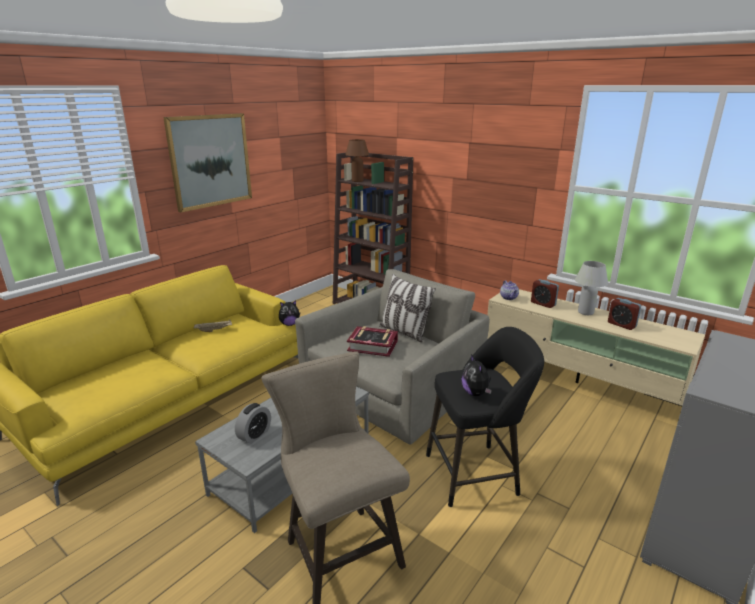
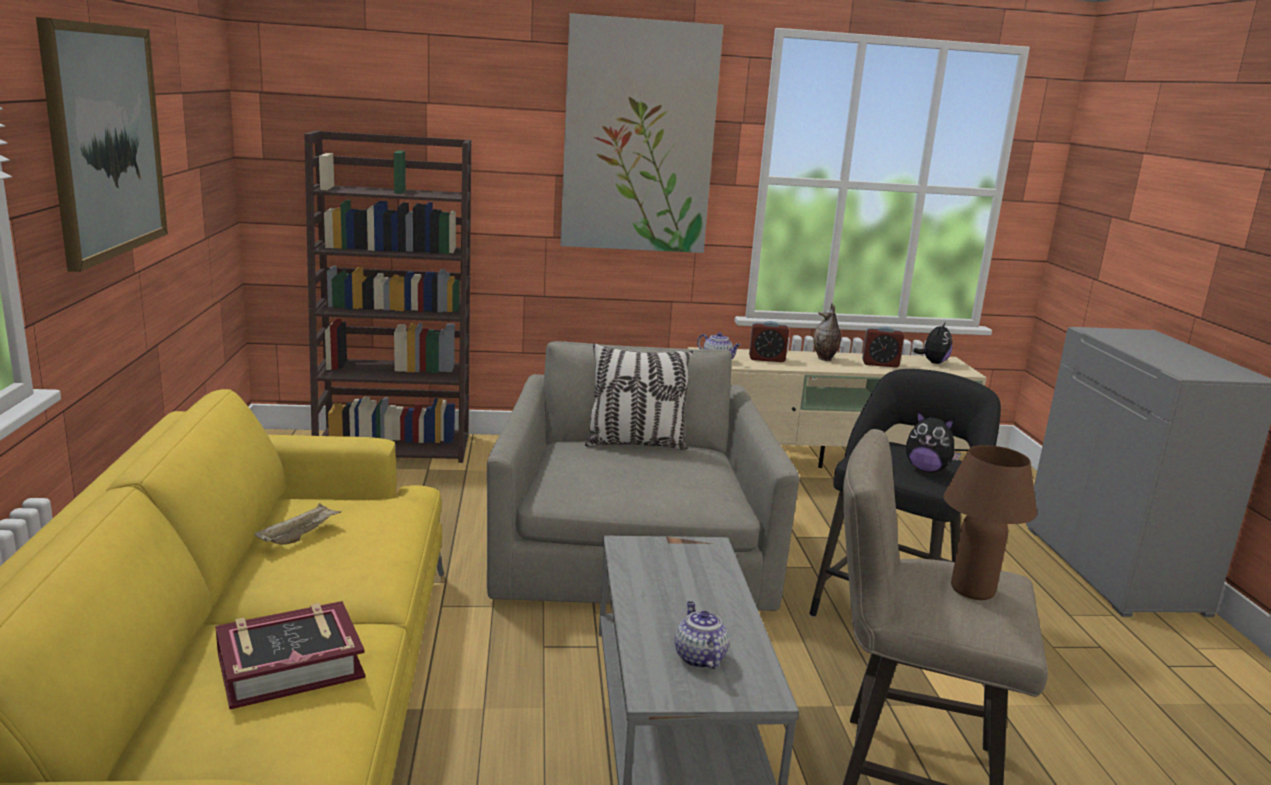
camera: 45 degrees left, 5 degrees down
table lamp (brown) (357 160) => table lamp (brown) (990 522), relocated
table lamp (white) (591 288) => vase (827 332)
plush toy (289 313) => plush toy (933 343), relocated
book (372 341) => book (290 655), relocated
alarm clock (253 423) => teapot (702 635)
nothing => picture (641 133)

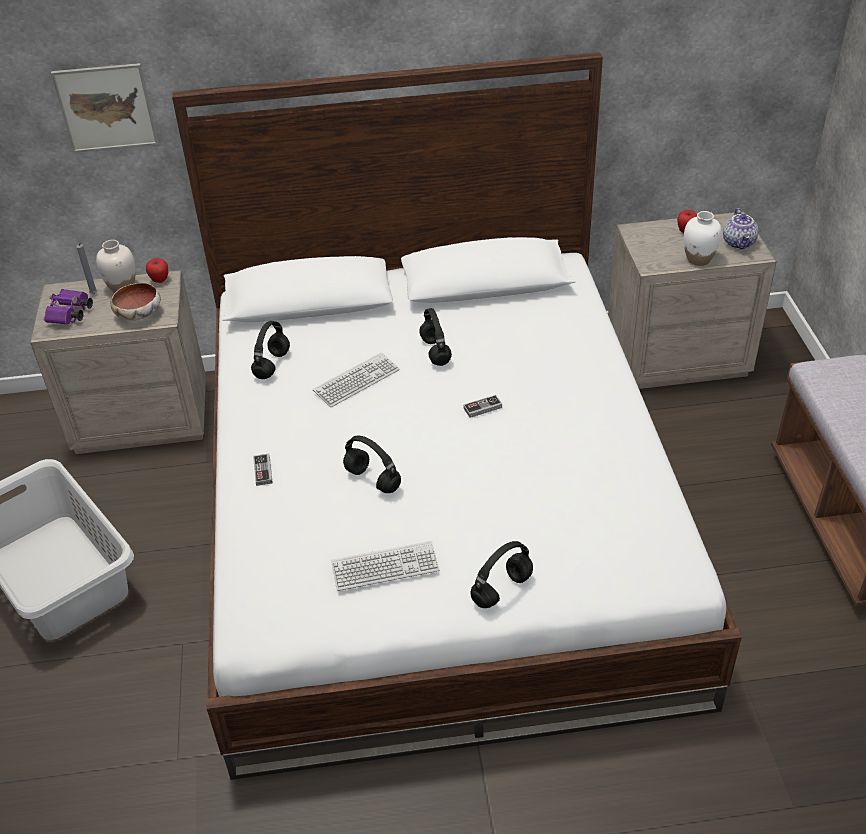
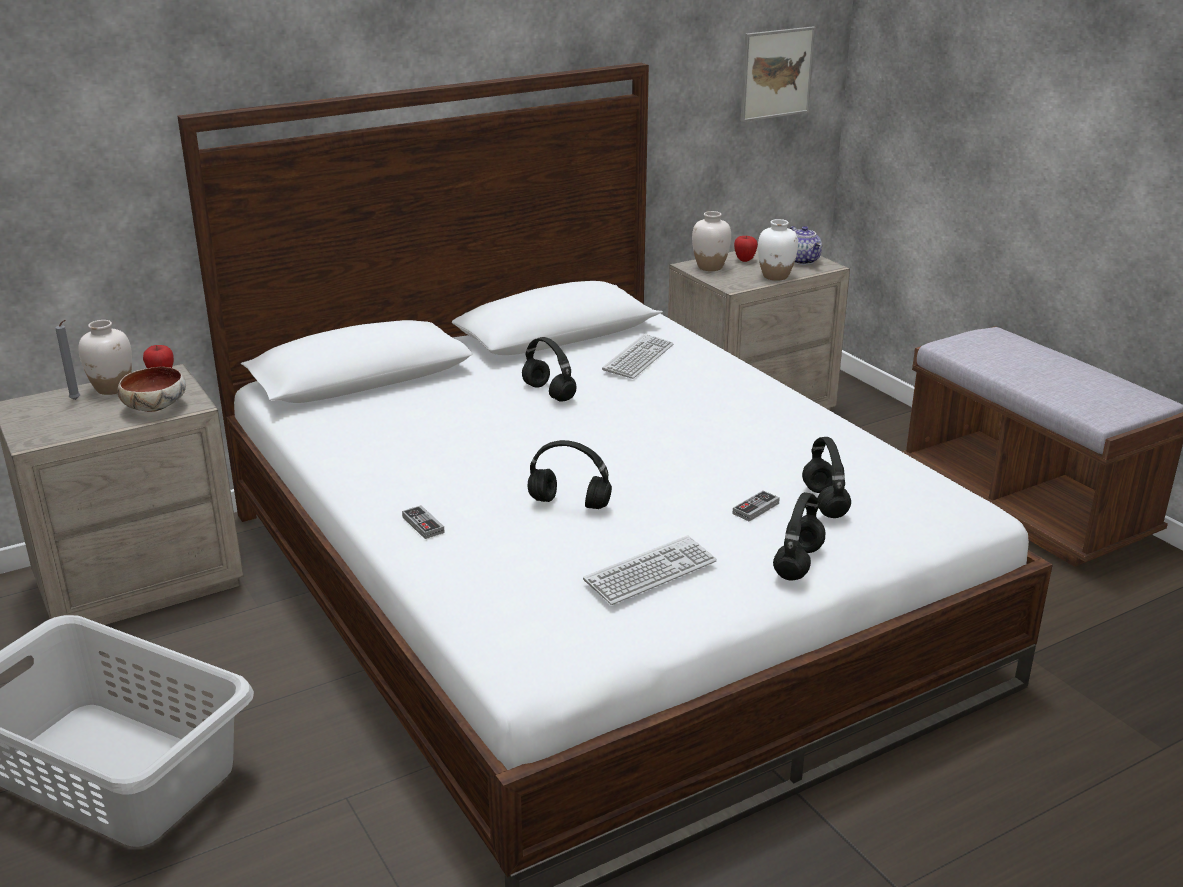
camera: 25 degrees left, 15 degrees down
picture (104 108) => picture (778 74), relocated
binoculars (purple) (68 307) => nothing
headphones (black) (270 350) => headphones (black) (826 477), relocated
keyboard (356 379) => keyboard (638 356), relocated
game controller (482 406) => game controller (756 506), relocated
nothing => vase (white) (711 241)

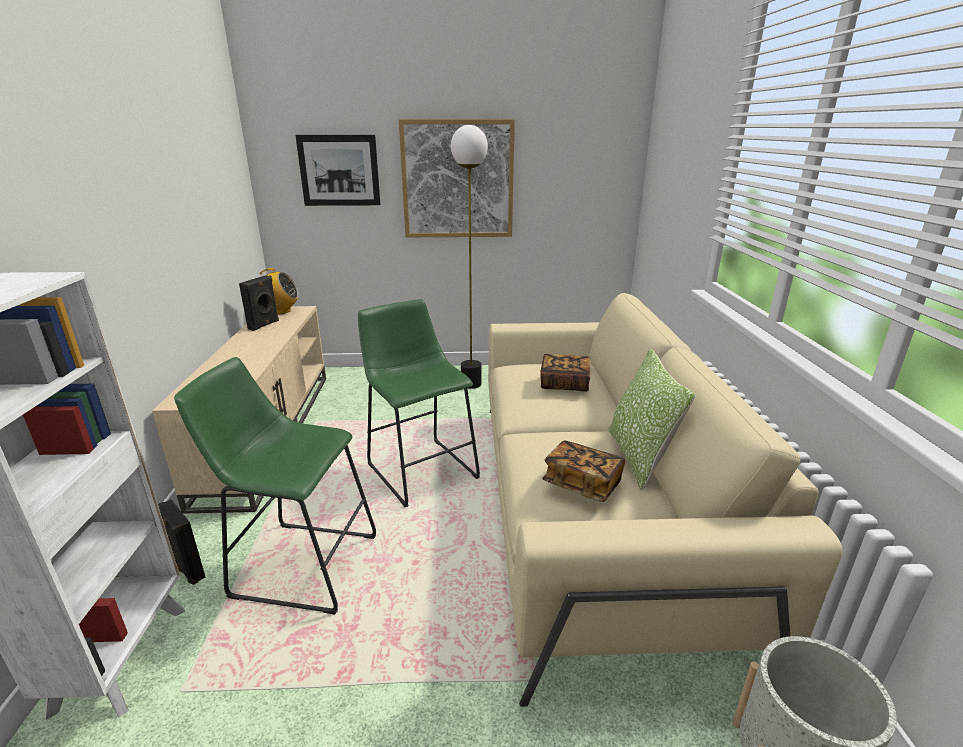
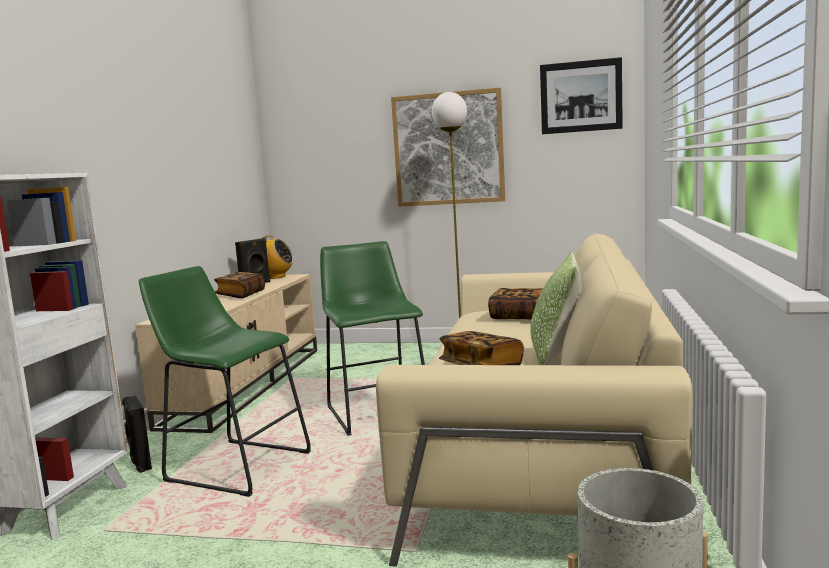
camera: 15 degrees right, 15 degrees down
picture (337 170) => picture (581 95), relocated
nothing => book (239 285)

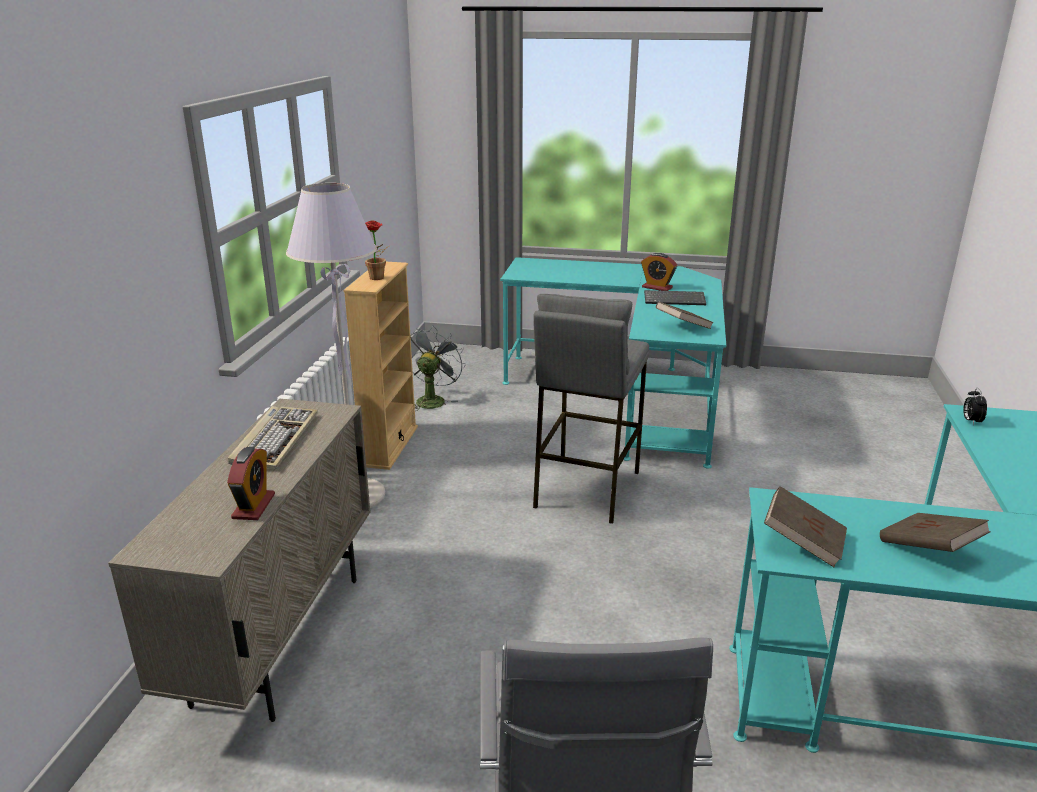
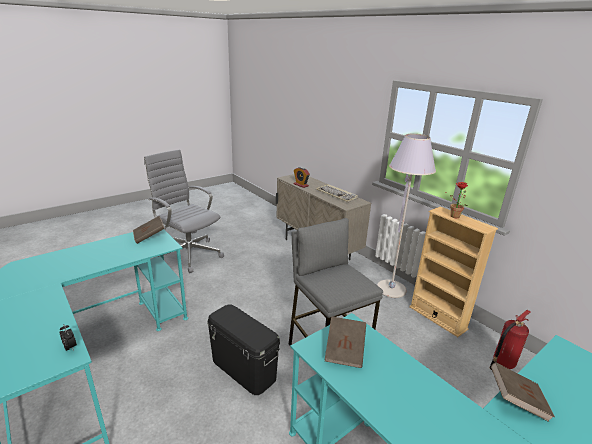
camera: 130 degrees right, 0 degrees up
alarm clock (659 272) => nothing
keyboard (675 297) => nothing
fan (grey) (438 368) => fire extinguisher (510 340)
book (brown) (935 532) => book (brown) (523 392), relocated
nothing => storage box (black) (243 349)

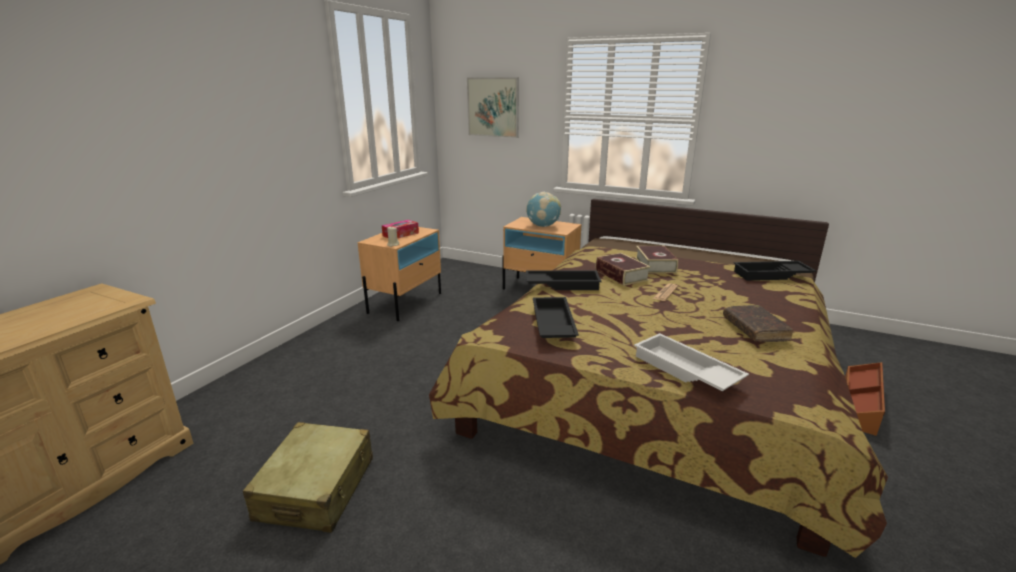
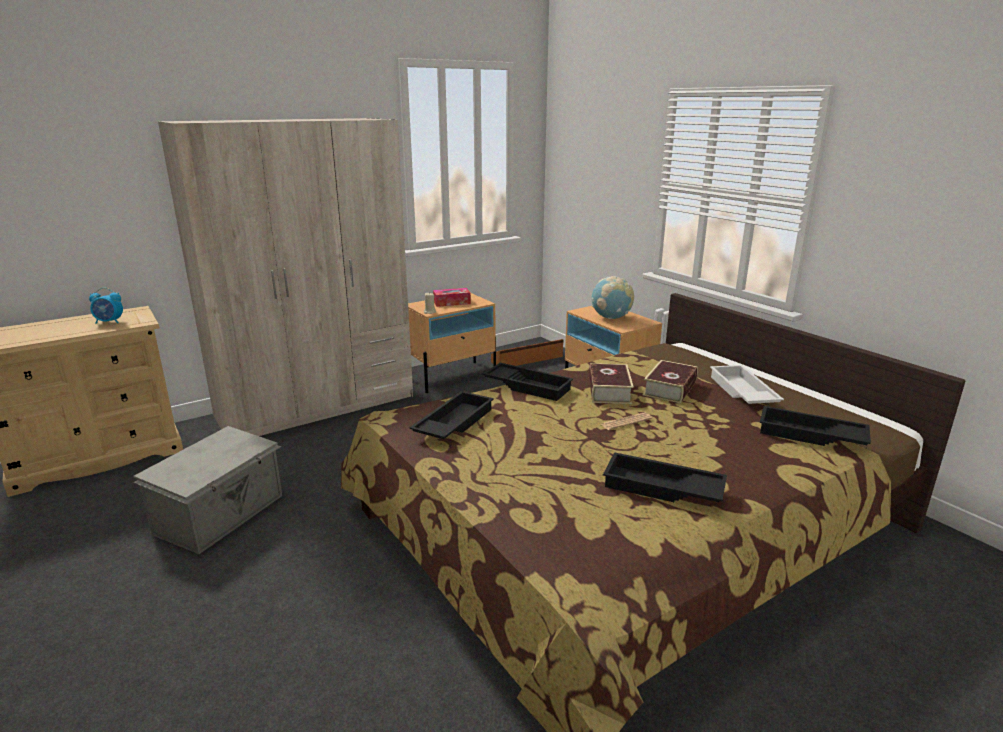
camera: 30 degrees right, 0 degrees up
picture (493 107) => nothing
book (brown) (758 323) => tray (black) (665 477)
tray (white) (691 362) => tray (white) (747 384), relocated
storage box (brown) (865 399) => storage box (brown) (527 352), relocated
suitcase (beige) (308 477) => storage box (grey) (207 490)
nothing => wardrobe (beige) (285 277)
nothing => alarm clock (106 306)

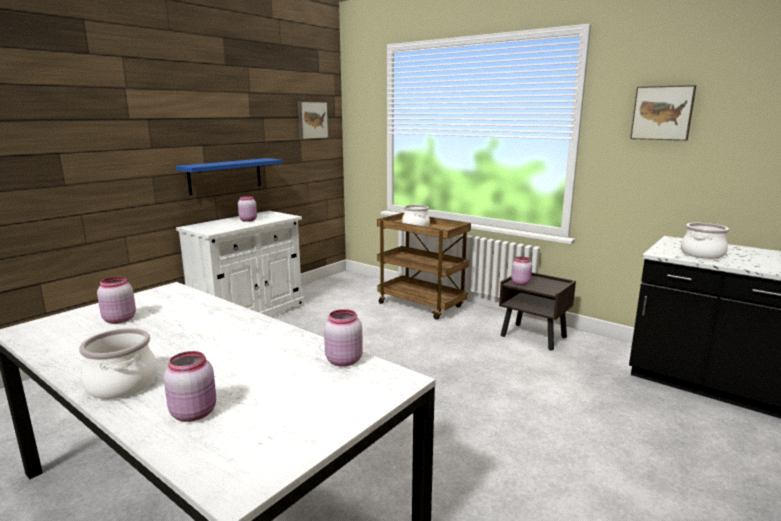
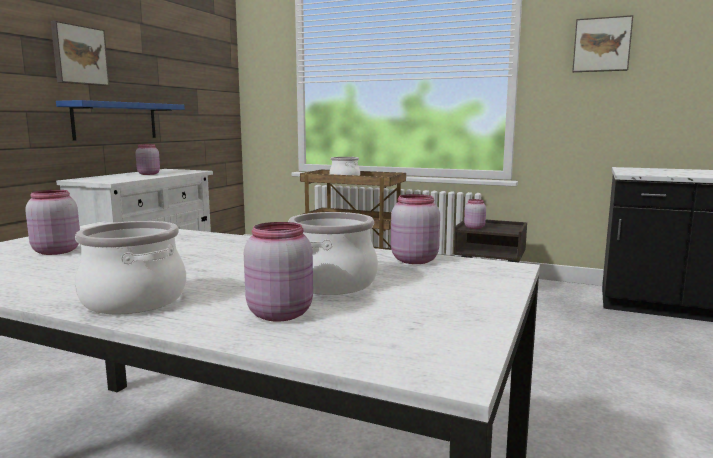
camera: 15 degrees left, 5 degrees down
picture (313 120) => picture (80 53), relocated
cooking pot (705 241) => cooking pot (333 253), relocated

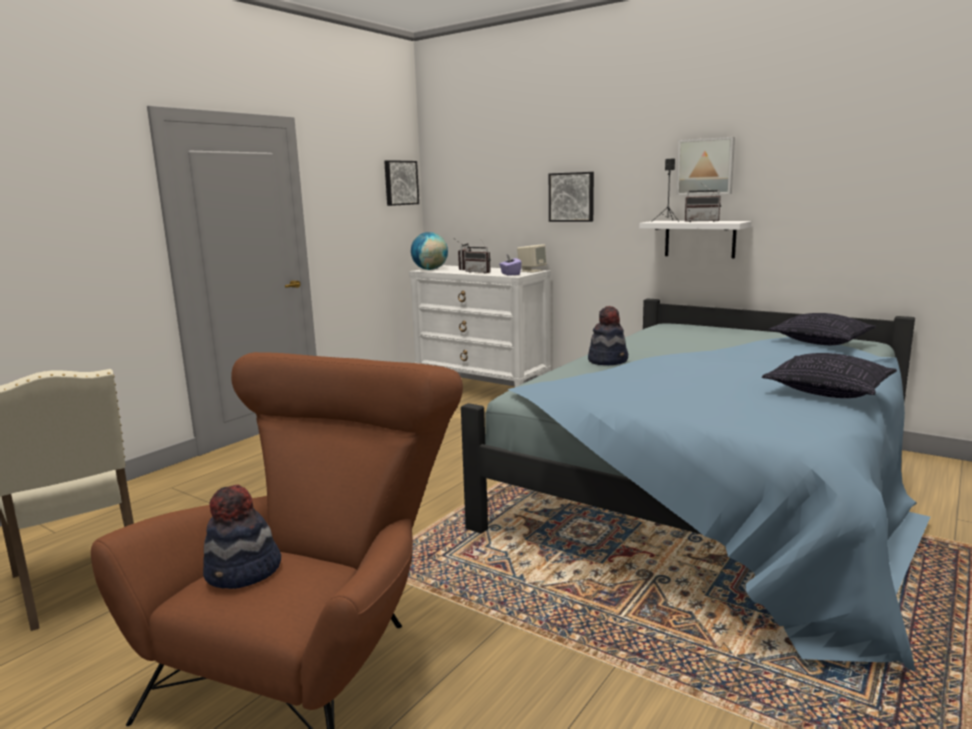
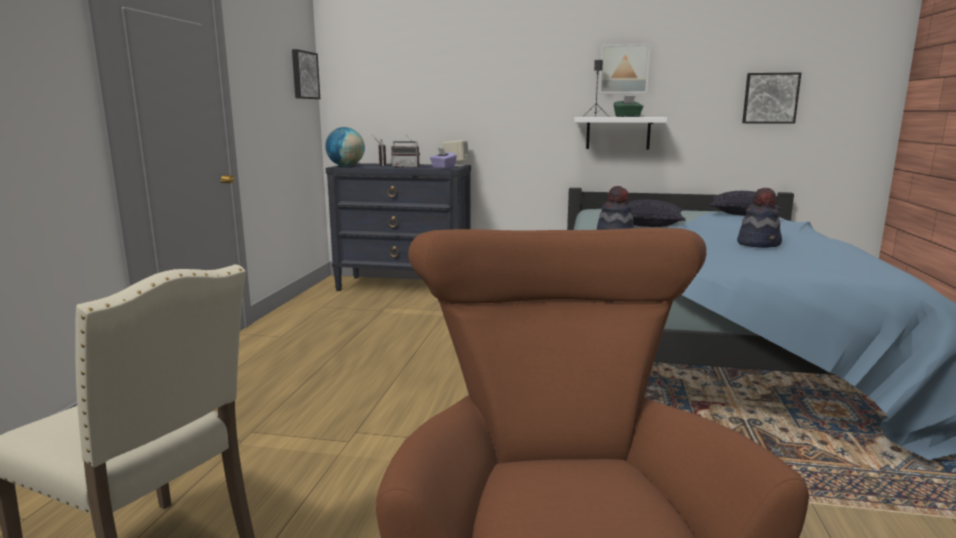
camera: 25 degrees left, 0 degrees up
picture (571 197) => picture (771 98), relocated
radio (703 202) => tissue box (green) (628 106)
dresser (white) (480 326) => dresser (black) (398 227)
pillow (829 375) => pillow (657 213), relocated
hat (242 536) => hat (759 218), relocated

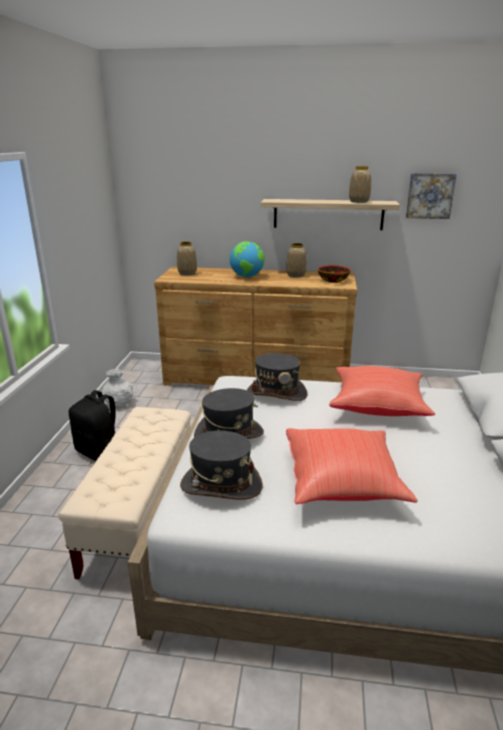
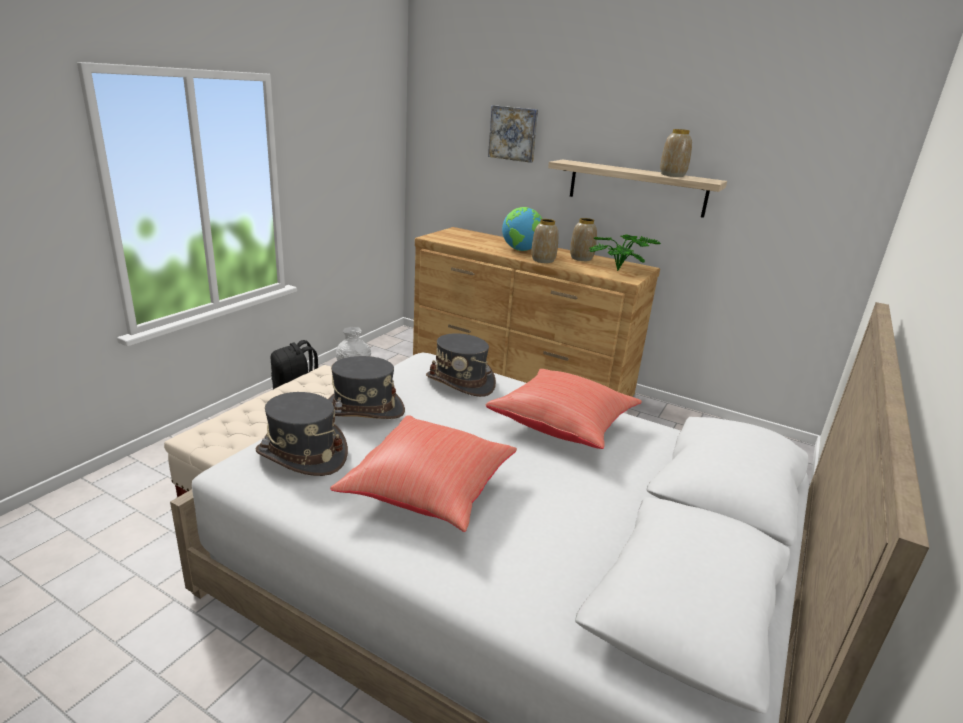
camera: 20 degrees right, 0 degrees up
picture (431 196) => picture (513 134), relocated
vase (187 259) => vase (545 241), relocated
bowl (334 274) => potted plant (624 252)

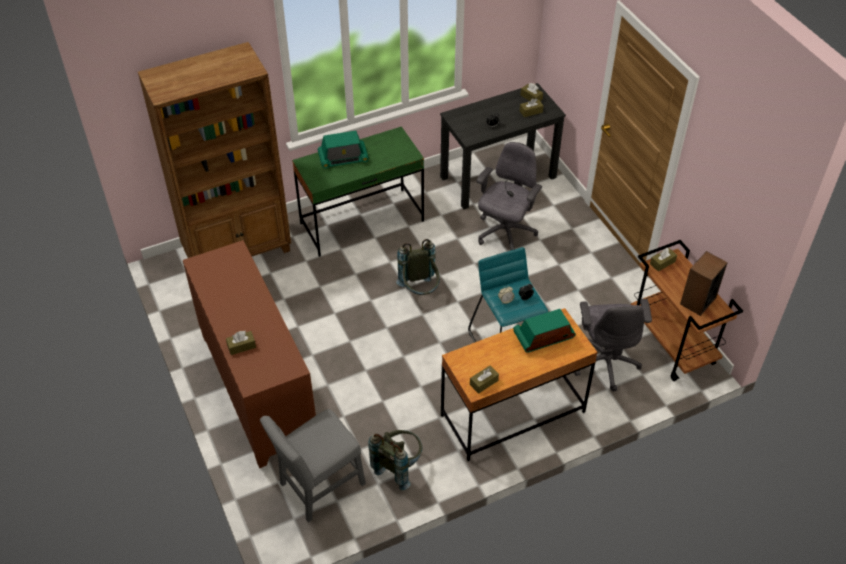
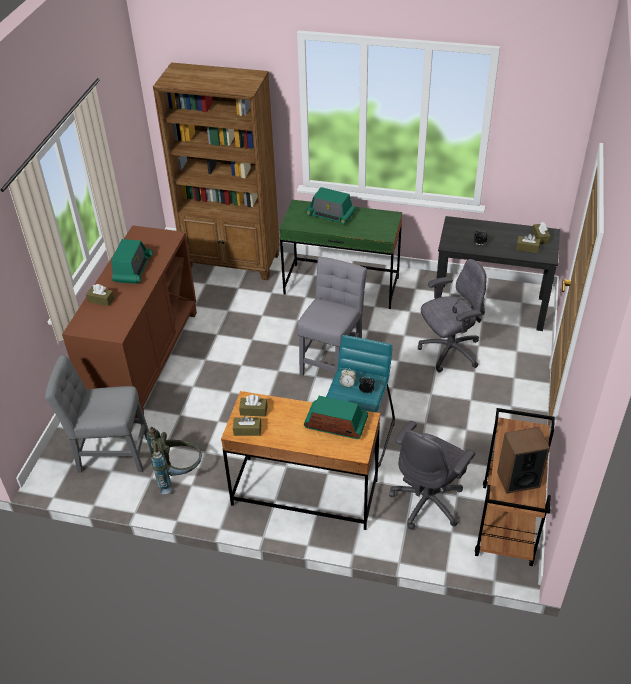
camera: 40 degrees right, 5 degrees down
backpack (grey) (418 267) => chair (grey) (332 316)
tissue box (brown) (663 260) => tissue box (brown) (253 406), relocated
nothing => radio (132 261)

